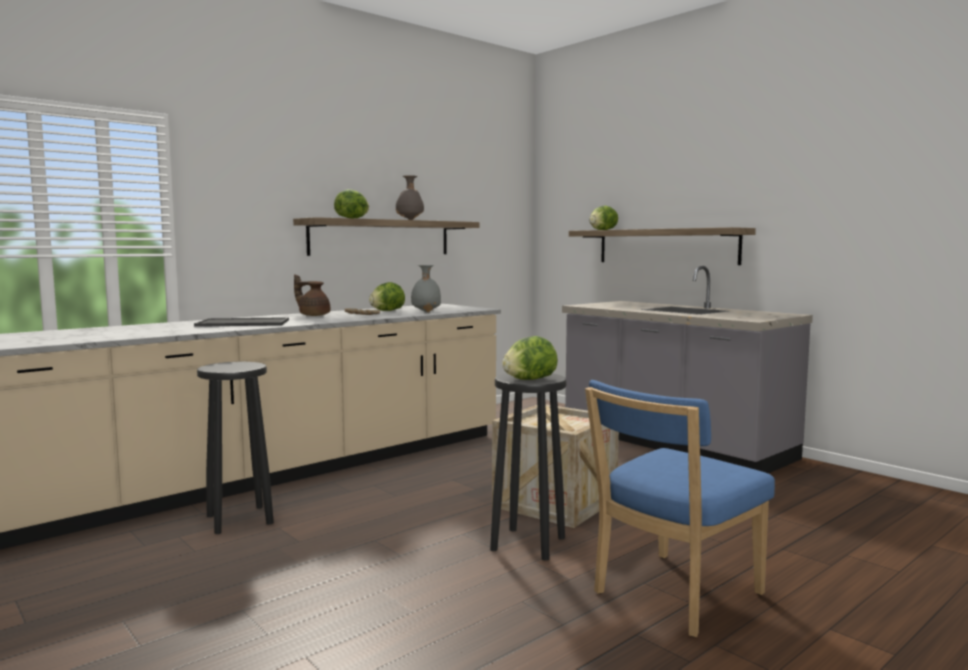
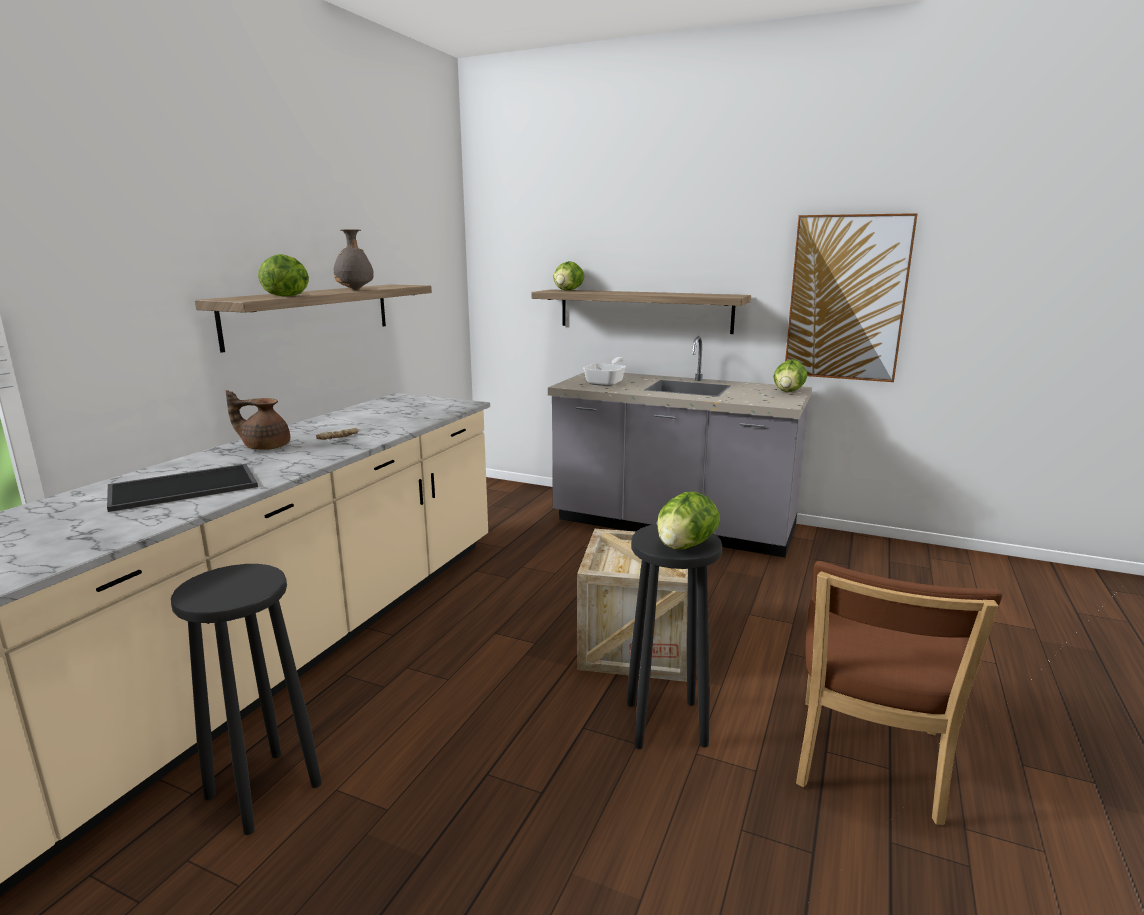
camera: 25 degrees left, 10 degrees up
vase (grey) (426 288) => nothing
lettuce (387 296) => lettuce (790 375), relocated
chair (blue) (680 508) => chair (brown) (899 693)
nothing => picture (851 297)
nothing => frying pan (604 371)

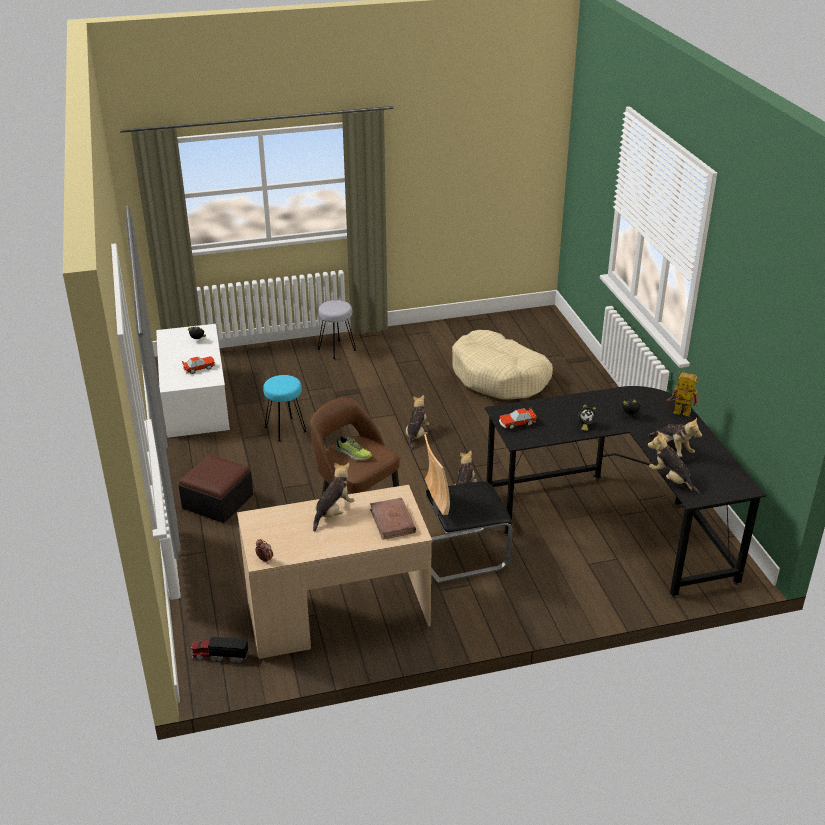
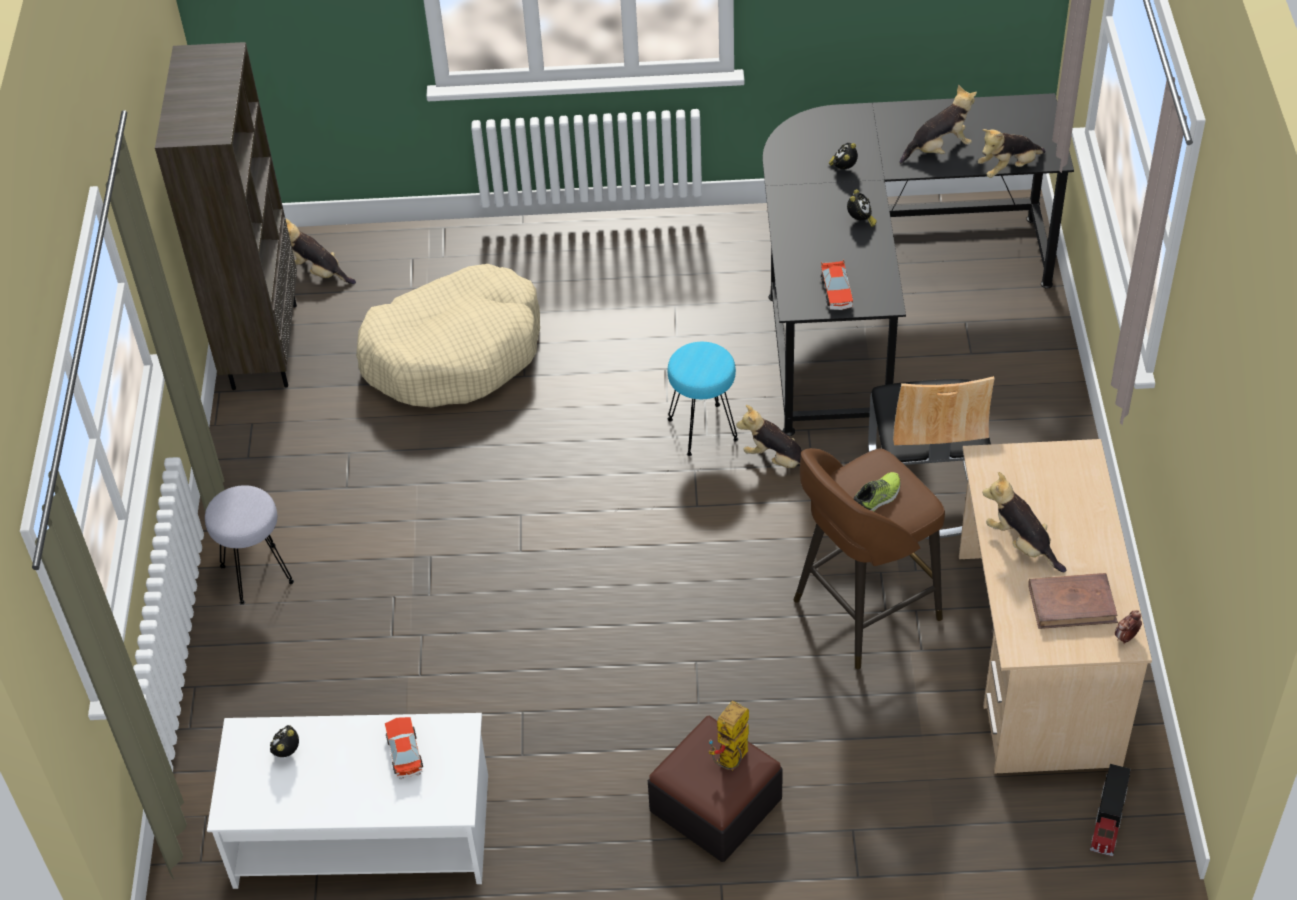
camera: 75 degrees left, 15 degrees up
toy robot (682 394) => toy robot (728 735), relocated
stool (turquoise) (285 408) => stool (turquoise) (703 399), relocated
plush toy (417 422) => plush toy (320 251), relocated
book (brown) (393 519) => book (brown) (1073 601), relocated
nothing => bookcase (brown) (226 216)

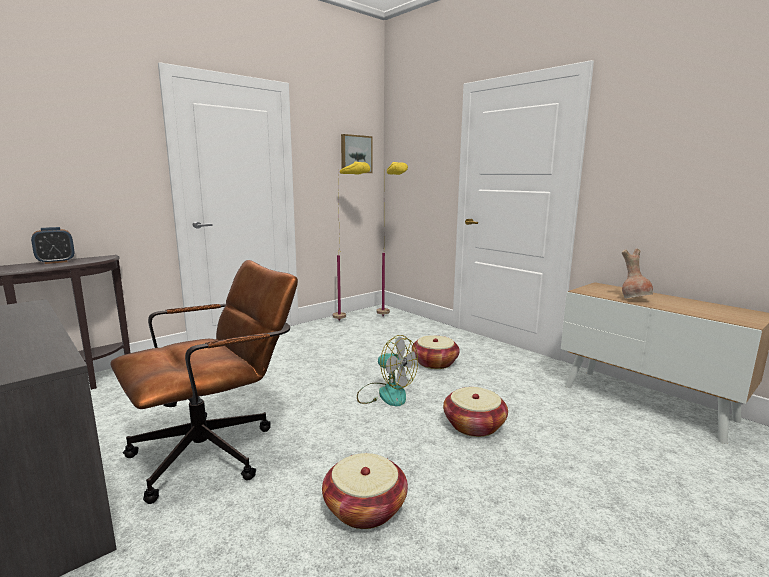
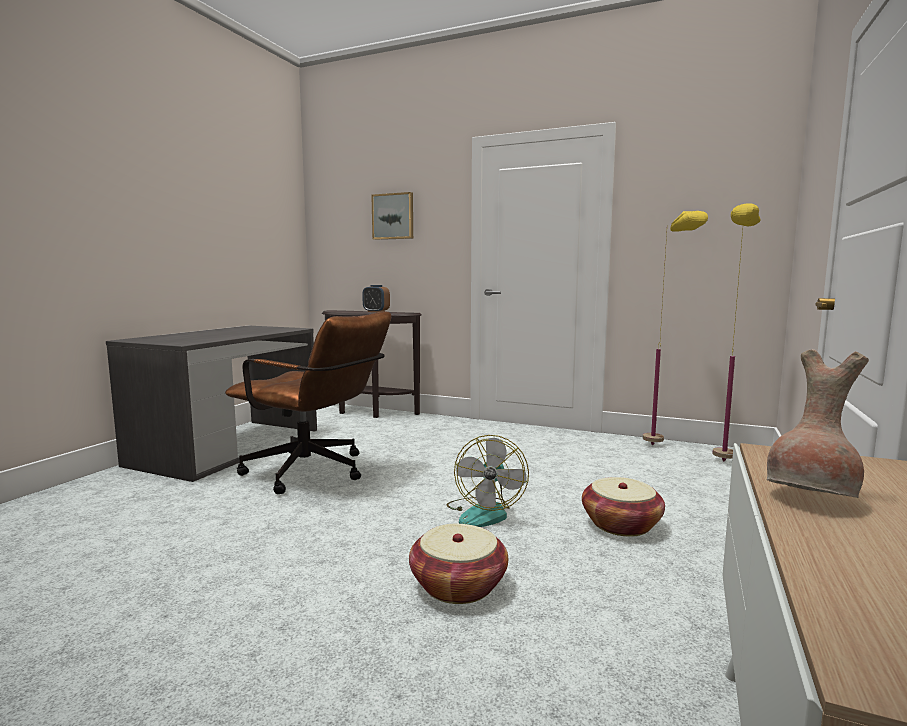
camera: 65 degrees right, 5 degrees down
picture (357 153) => picture (392 216), relocated
basket (365 491) => nothing

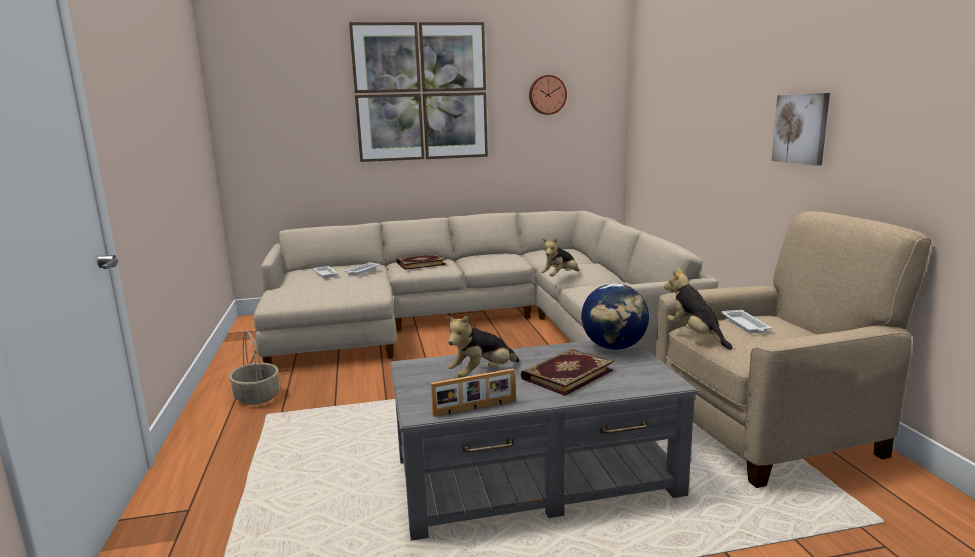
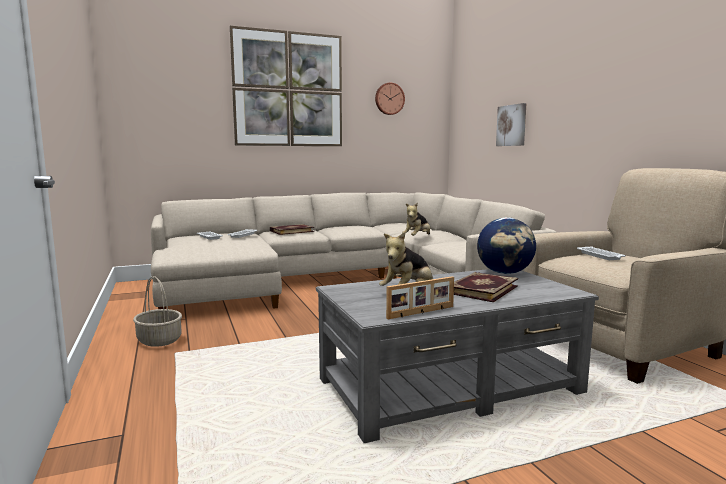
camera: 10 degrees left, 5 degrees down
picture (801 129) => picture (511 124), relocated
plush toy (698 309) => nothing

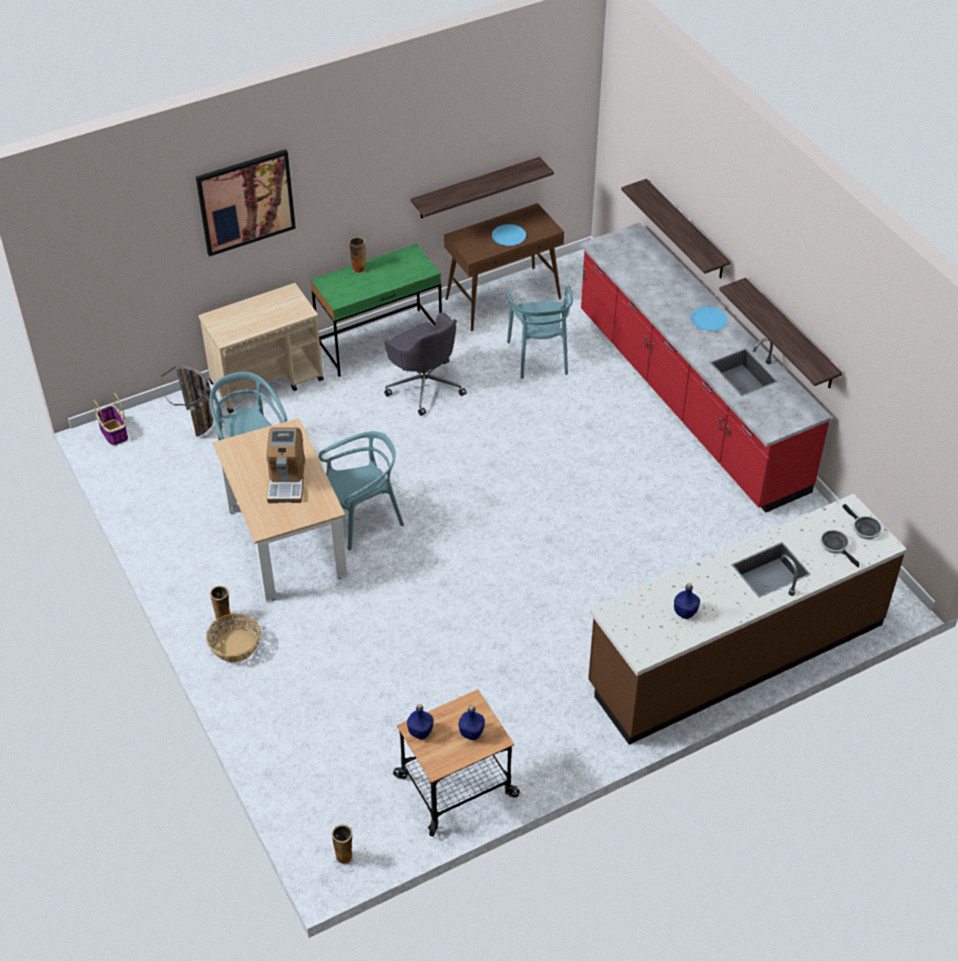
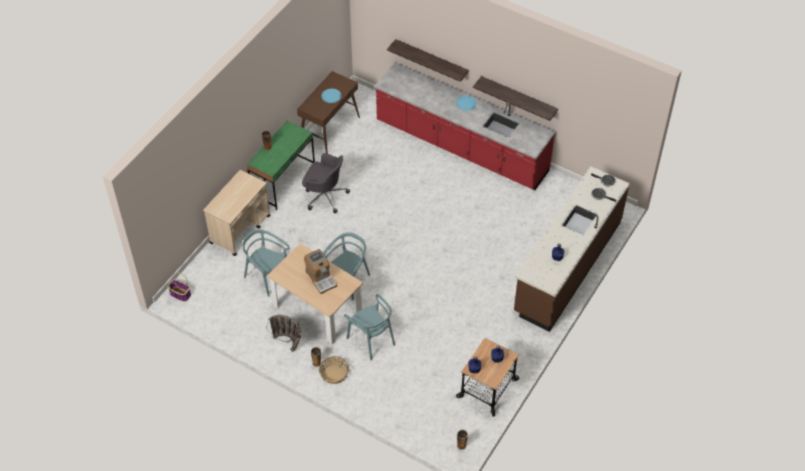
camera: 30 degrees left, 5 degrees up
picture (246 203) => nothing
shelf (482 187) => nothing
chair (turquoise) (539 332) => chair (turquoise) (369 327), relocated
basket (187 401) => basket (284 333), relocated

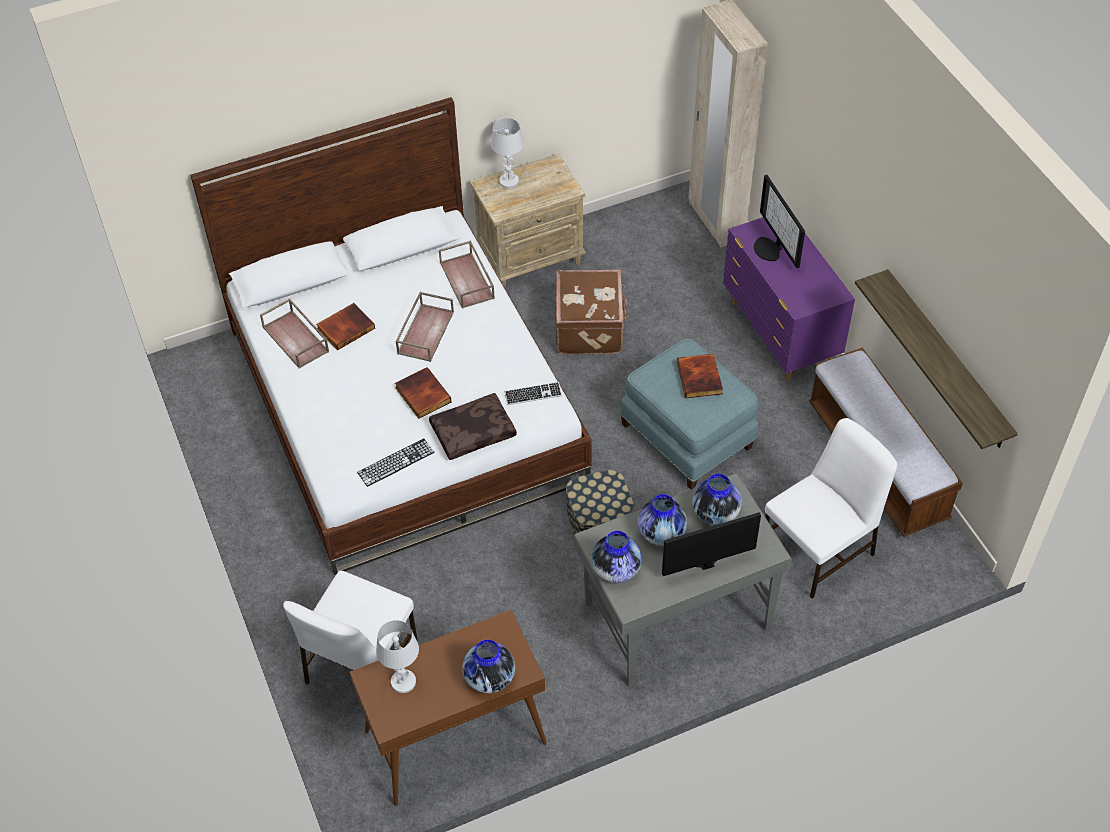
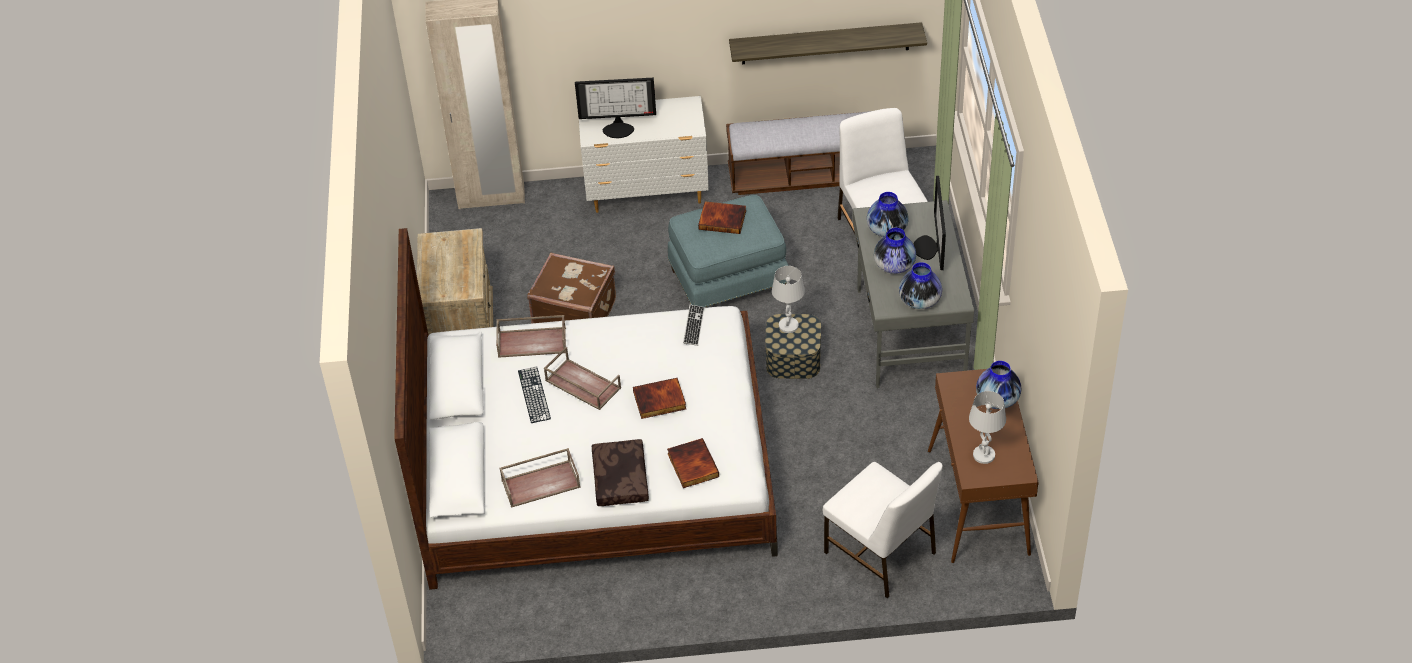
camera: 70 degrees left, 5 degrees down
table lamp (white) (507 153) => table lamp (white) (788 299), relocated
dresser (purple) (789 299) => dresser (white) (644 154)
book (345 327) => book (693 463), relocated
pillow (brown) (473 426) => pillow (brown) (620 472), relocated
keyboard (396 463) => keyboard (534 395), relocated

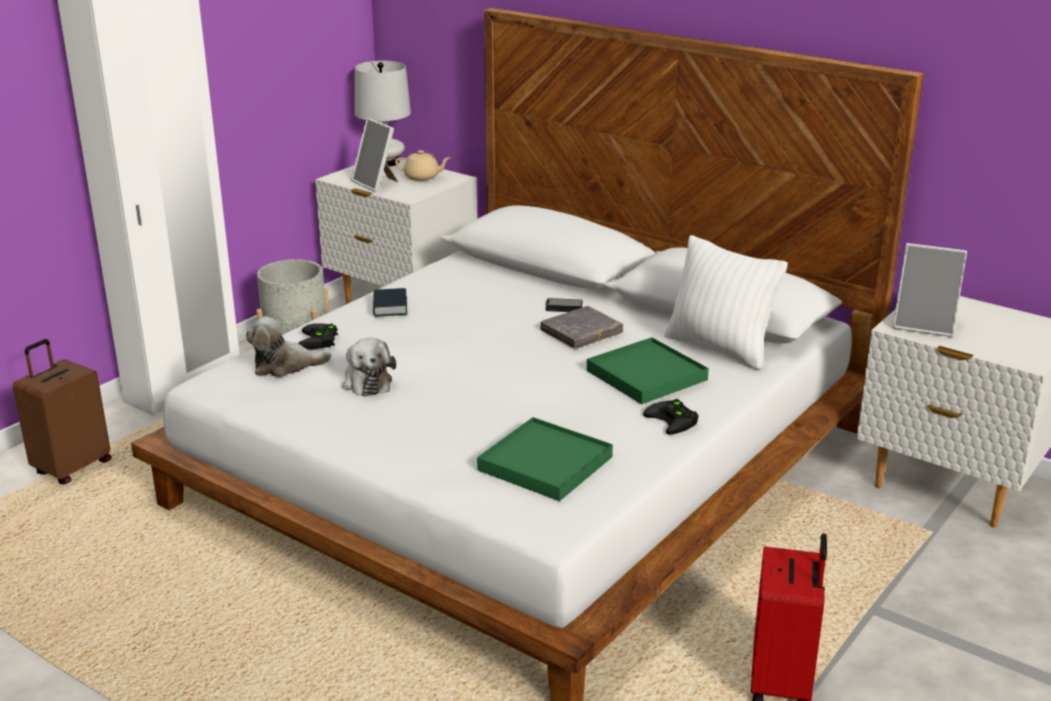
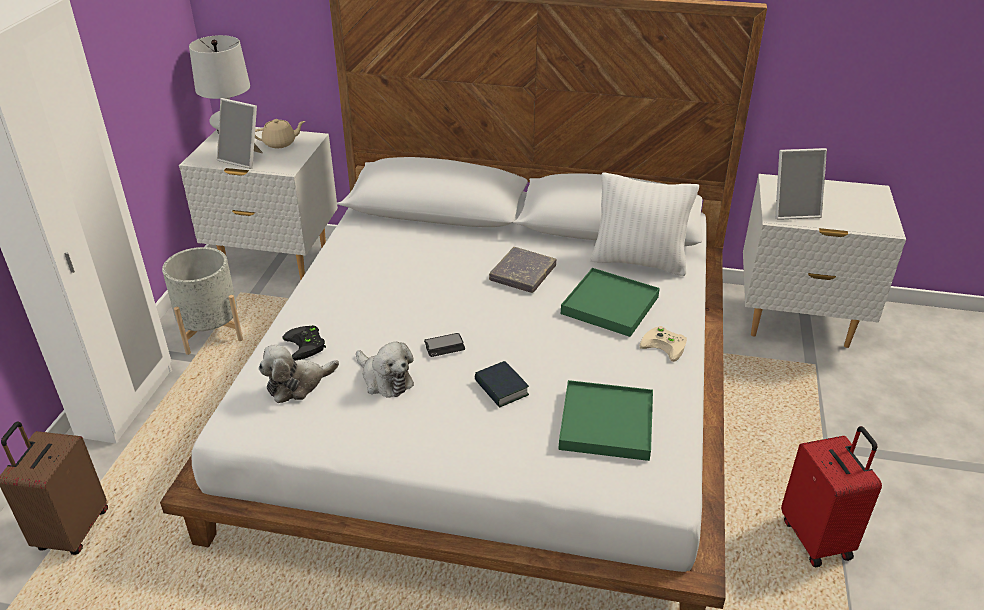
camera: 25 degrees left, 10 degrees up
book (390 302) => book (502 384), relocated
phone (564 305) => phone (444 345), relocated
game controller (black) (671 417) => game controller (beige) (663 344)

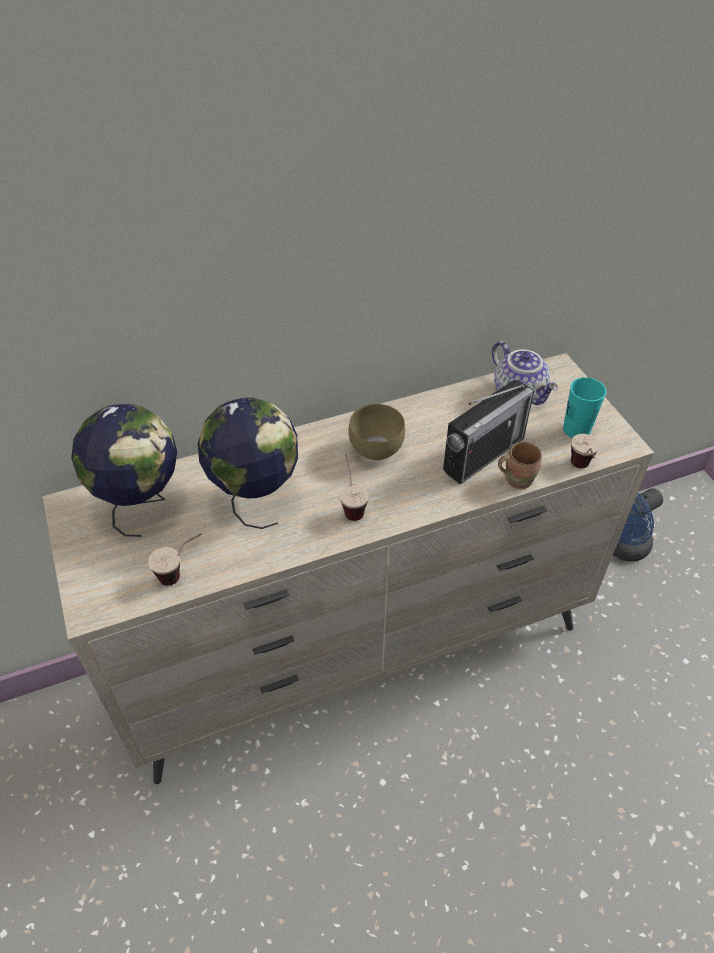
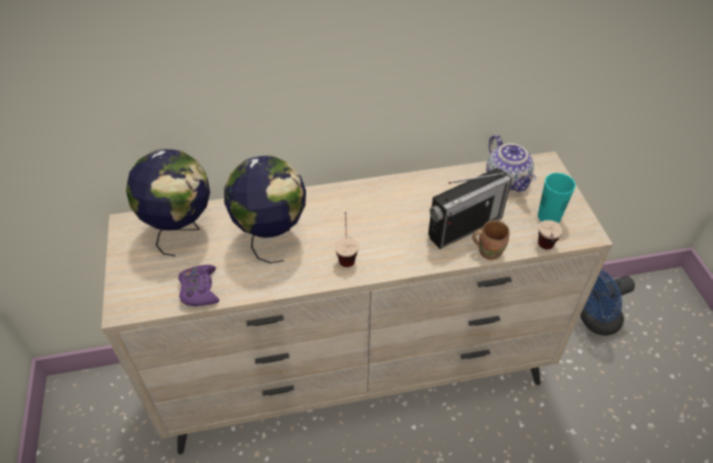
camera: 10 degrees right, 0 degrees up
bowl (brown) (376 432) => nothing
cup (175 559) => game controller (purple) (198 285)

